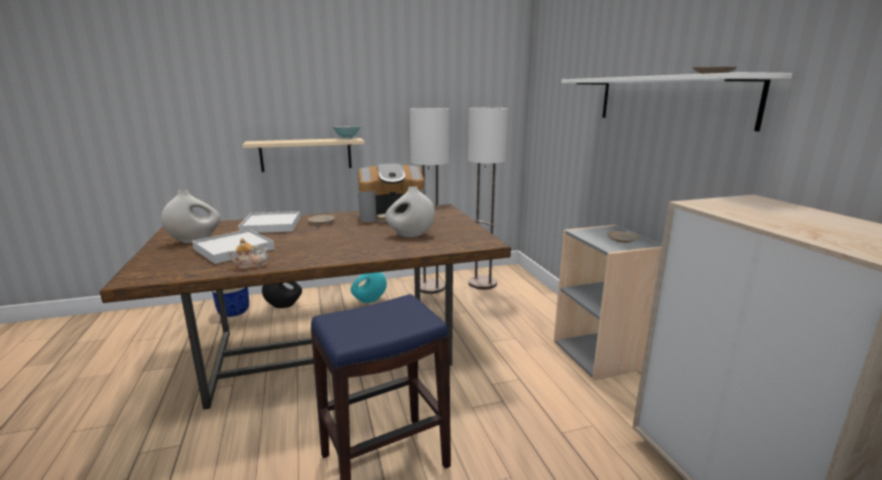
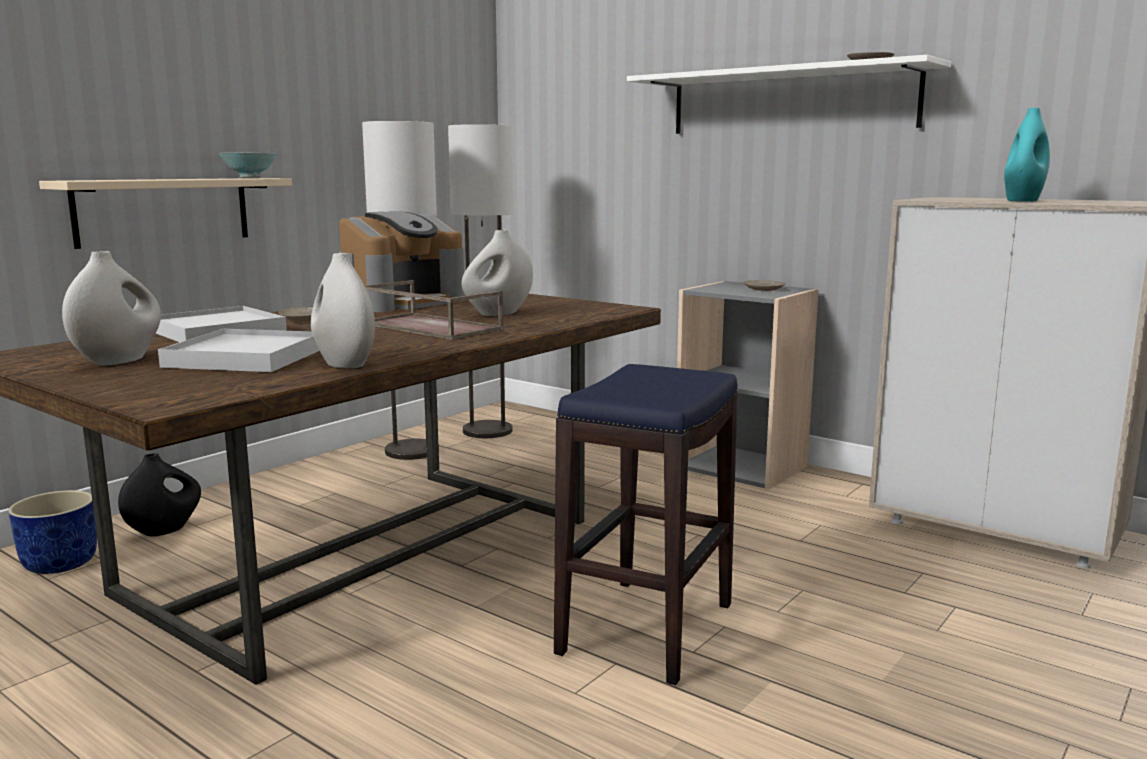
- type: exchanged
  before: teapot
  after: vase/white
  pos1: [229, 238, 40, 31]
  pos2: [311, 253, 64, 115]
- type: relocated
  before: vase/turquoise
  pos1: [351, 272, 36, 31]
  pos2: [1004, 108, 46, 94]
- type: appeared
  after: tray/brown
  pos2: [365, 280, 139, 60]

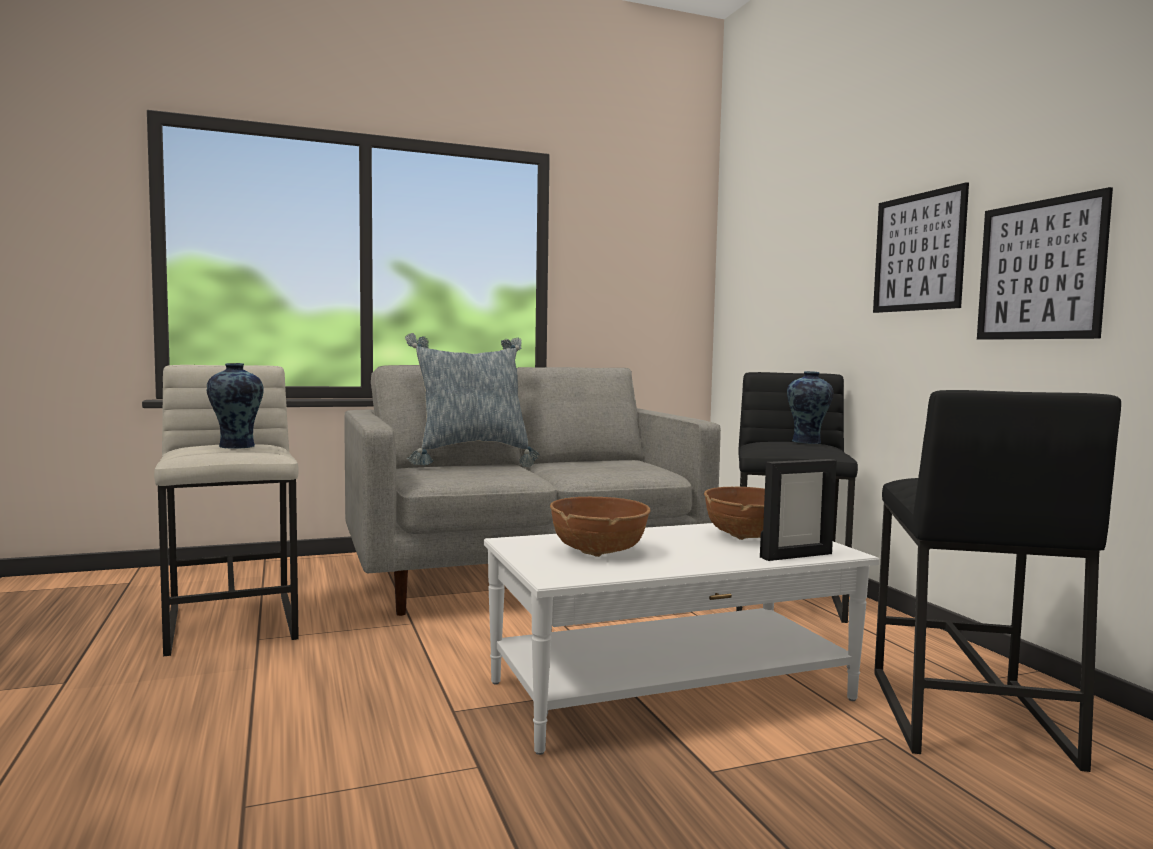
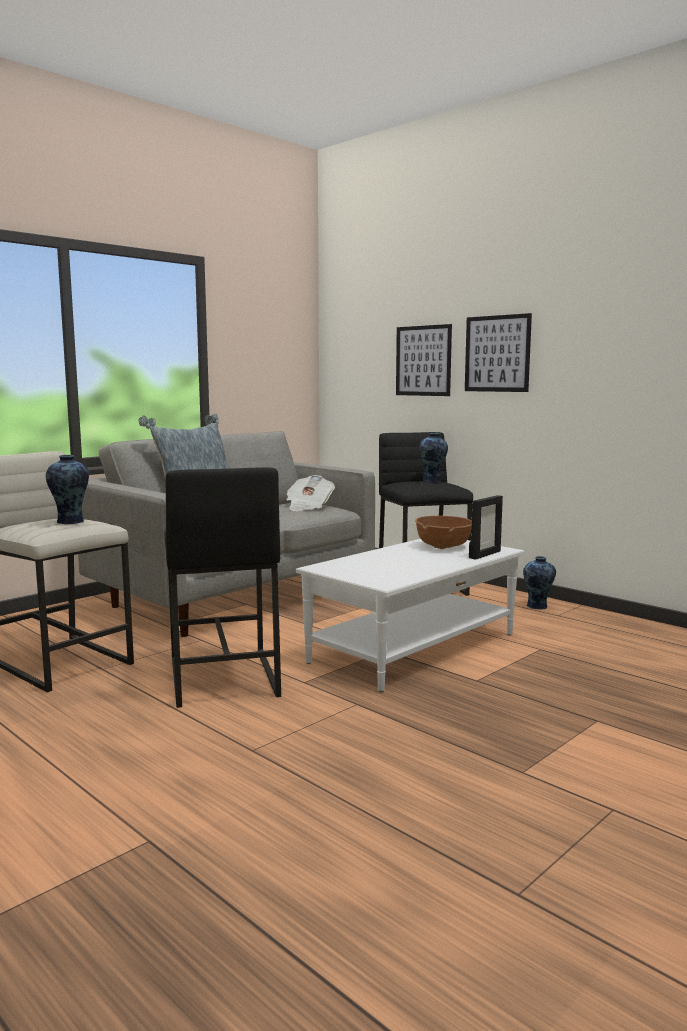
- type: relocated
  before: picture
  pos1: [977, 187, 136, 153]
  pos2: [396, 324, 56, 72]
- type: relocated
  before: stool/black
  pos1: [874, 390, 247, 382]
  pos2: [164, 468, 117, 240]
- type: missing
  before: bowl/brown
  pos1: [550, 497, 100, 60]
- type: appeared
  after: newspaper
  pos2: [286, 475, 49, 36]
- type: appeared
  after: vase
  pos2: [523, 556, 33, 54]

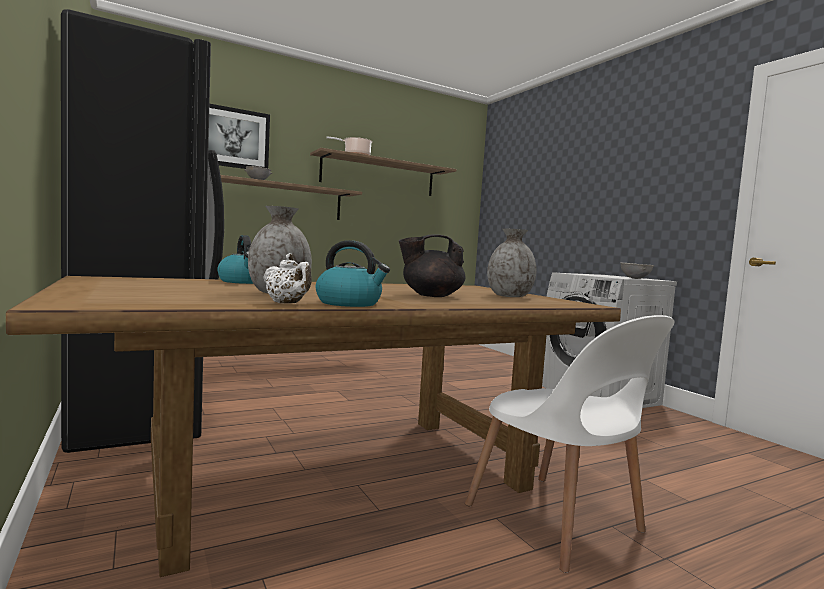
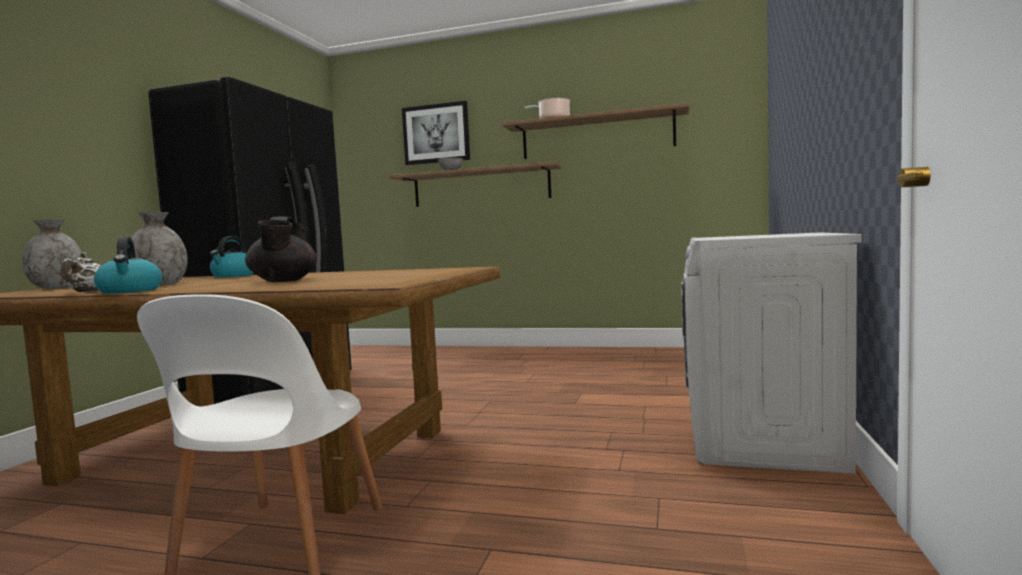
- type: relocated
  before: vase/grey
  pos1: [487, 229, 49, 68]
  pos2: [22, 219, 60, 70]
- type: spun
  before: teapot/black
  pos1: [399, 234, 66, 63]
  pos2: [245, 217, 72, 65]
  turn: -135
- type: missing
  before: bowl/grey
  pos1: [620, 262, 34, 17]

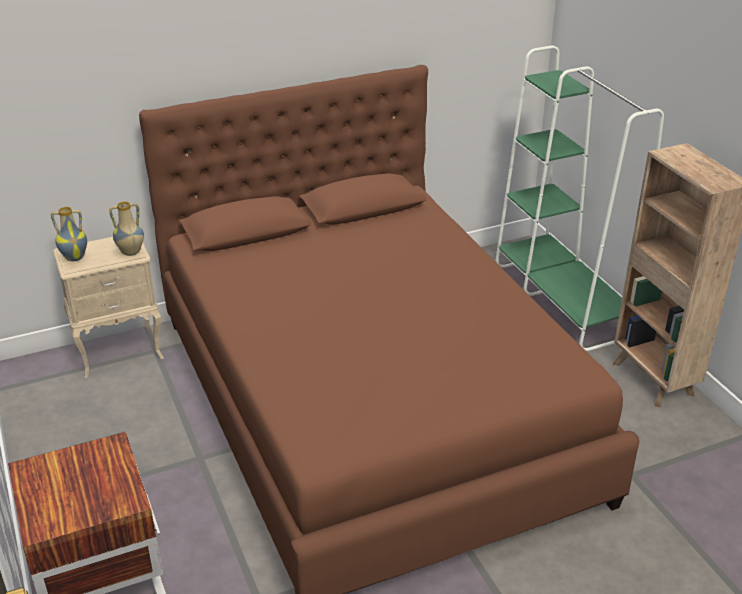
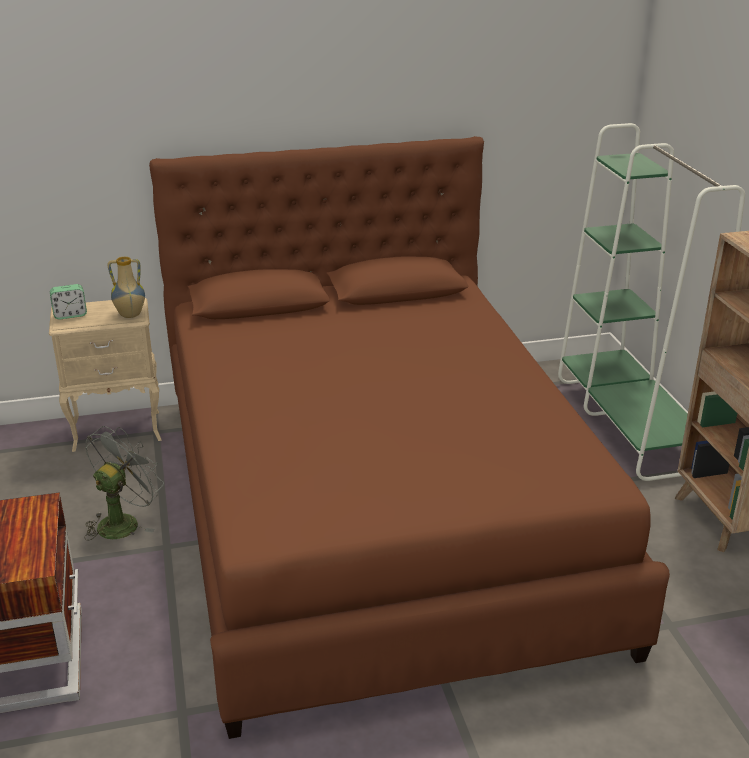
- type: exchanged
  before: vase
  after: alarm clock
  pos1: [51, 207, 36, 54]
  pos2: [50, 284, 37, 36]
- type: appeared
  after: fan/grey
  pos2: [84, 426, 80, 115]

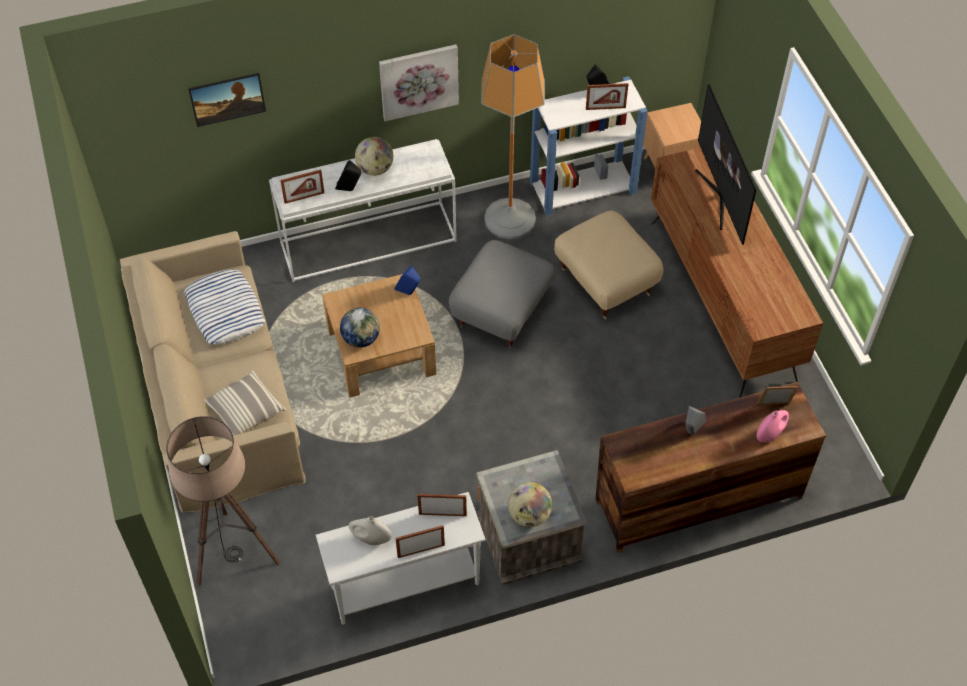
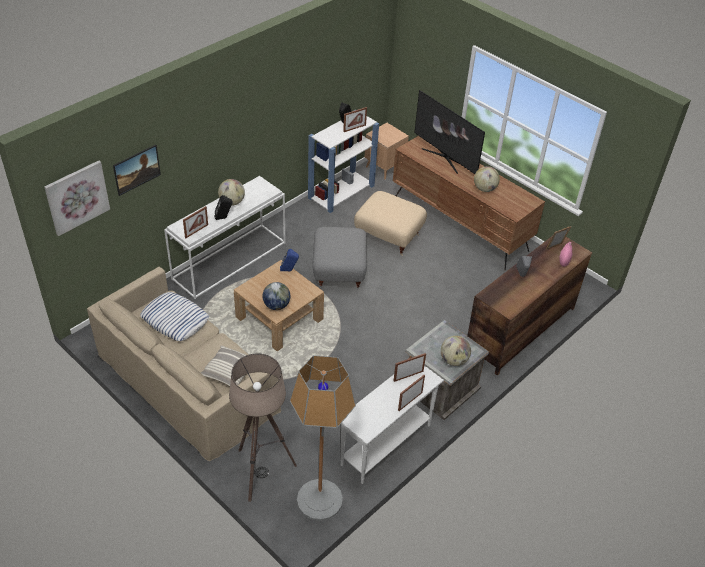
- type: relocated
  before: floor lamp
  pos1: [481, 34, 64, 205]
  pos2: [290, 355, 66, 166]
- type: relocated
  before: picture
  pos1: [379, 44, 80, 77]
  pos2: [44, 161, 66, 75]
- type: missing
  before: vase/white
  pos1: [349, 516, 43, 29]
- type: appeared
  after: globe
  pos2: [474, 166, 26, 26]

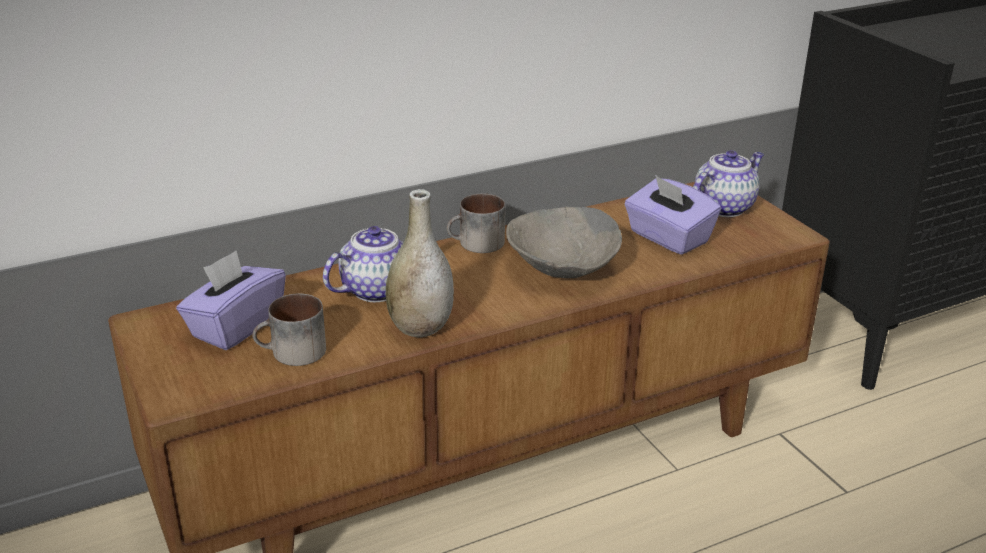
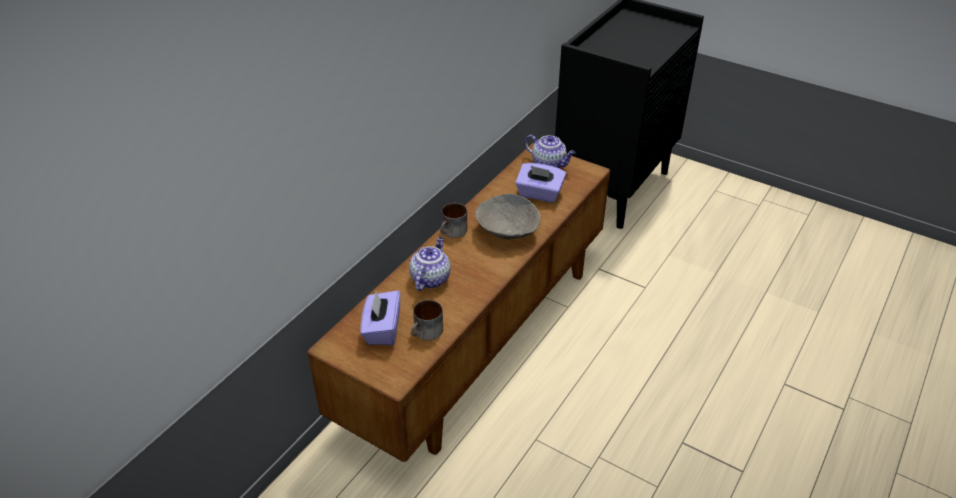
- type: spun
  before: teapot
  pos1: [693, 150, 71, 67]
  pos2: [525, 135, 51, 33]
  turn: 105
- type: missing
  before: vase/grey
  pos1: [386, 189, 68, 149]

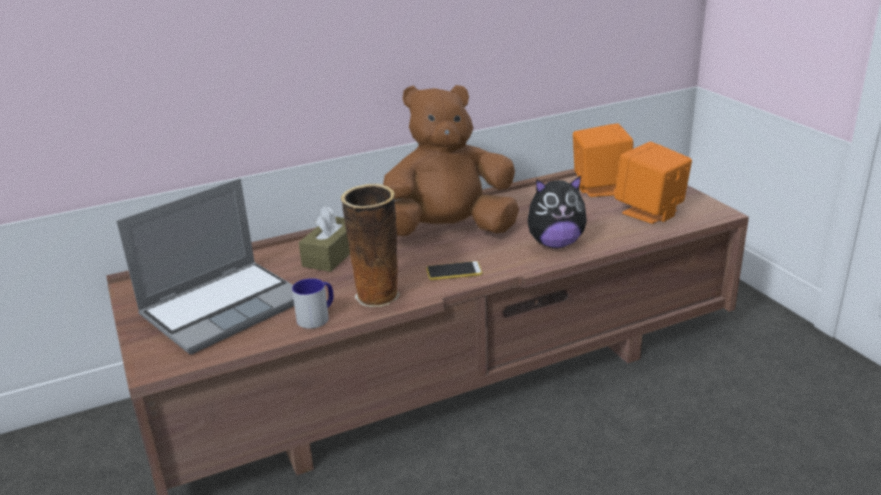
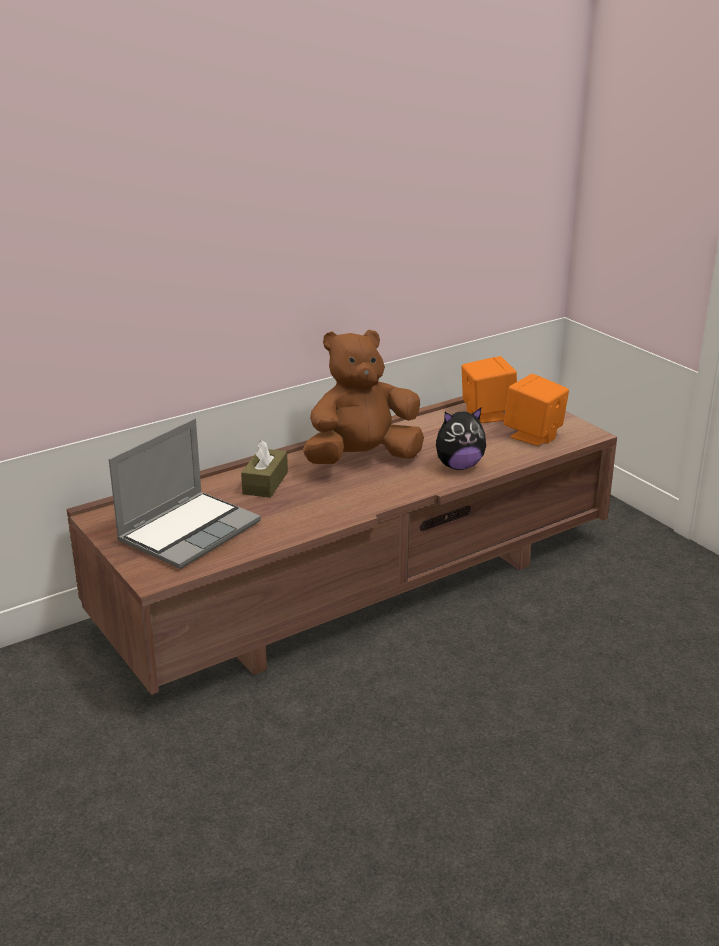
- type: missing
  before: vase
  pos1: [341, 184, 59, 123]
- type: missing
  before: phone
  pos1: [426, 261, 56, 19]
- type: missing
  before: mug
  pos1: [292, 278, 42, 51]

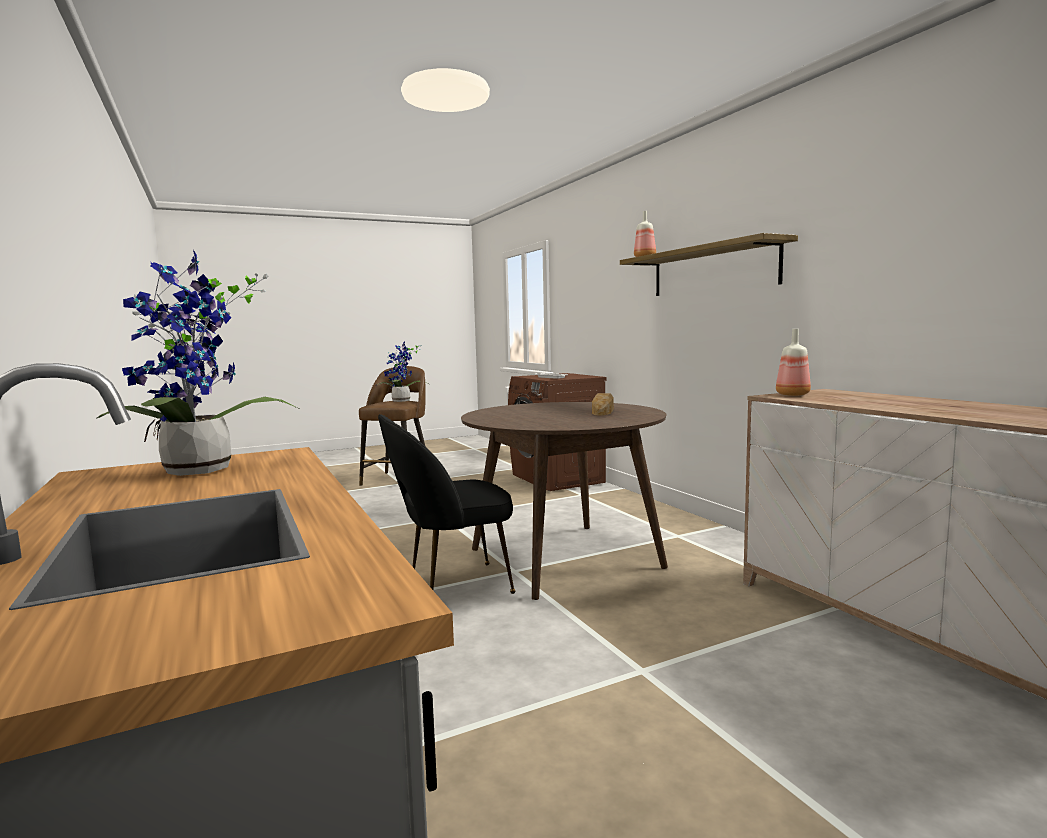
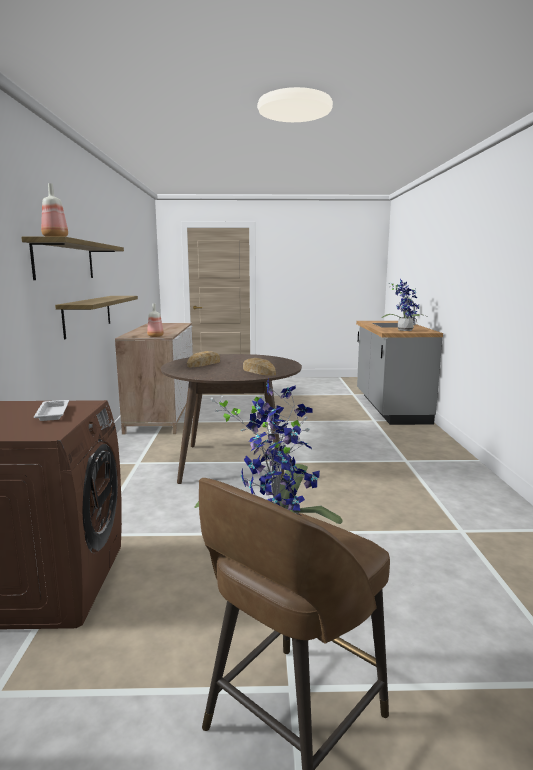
- type: missing
  before: chair/black
  pos1: [378, 414, 137, 180]
- type: appeared
  after: shelf
  pos2: [55, 296, 83, 44]
- type: appeared
  after: bread
  pos2: [243, 358, 33, 18]

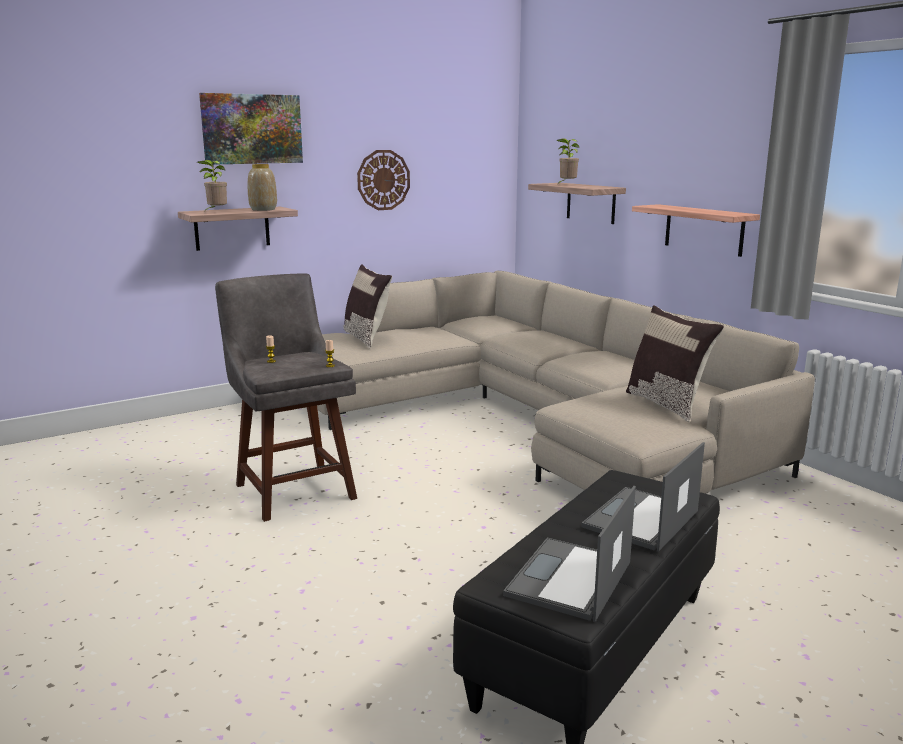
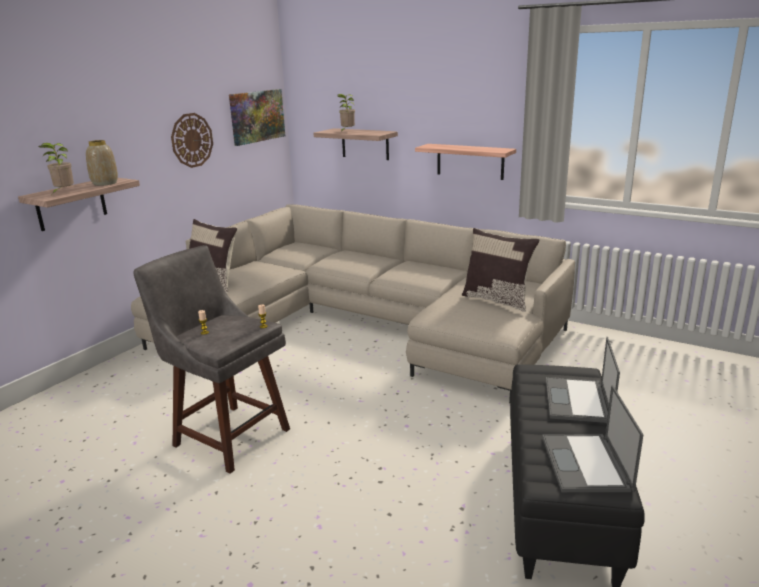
- type: relocated
  before: picture
  pos1: [199, 93, 104, 72]
  pos2: [229, 89, 56, 57]

